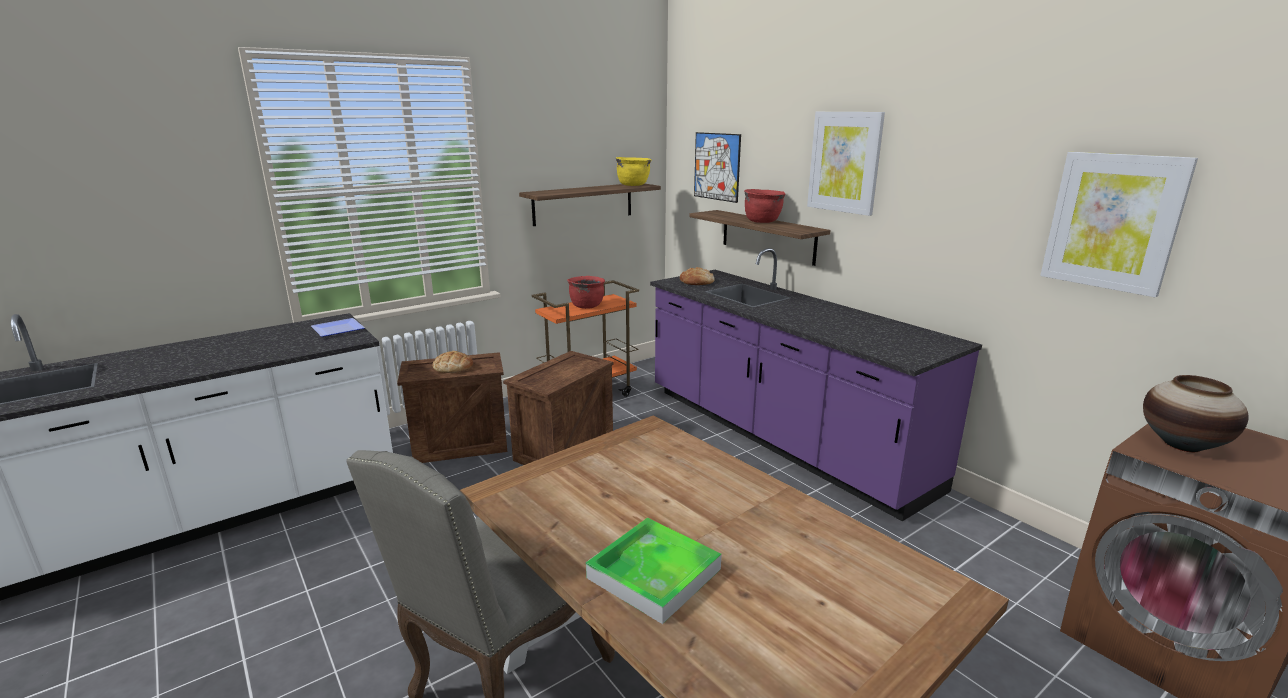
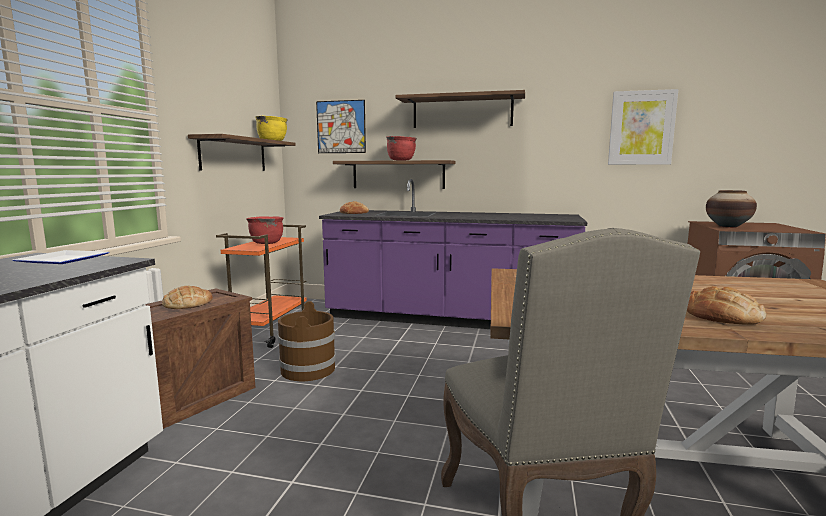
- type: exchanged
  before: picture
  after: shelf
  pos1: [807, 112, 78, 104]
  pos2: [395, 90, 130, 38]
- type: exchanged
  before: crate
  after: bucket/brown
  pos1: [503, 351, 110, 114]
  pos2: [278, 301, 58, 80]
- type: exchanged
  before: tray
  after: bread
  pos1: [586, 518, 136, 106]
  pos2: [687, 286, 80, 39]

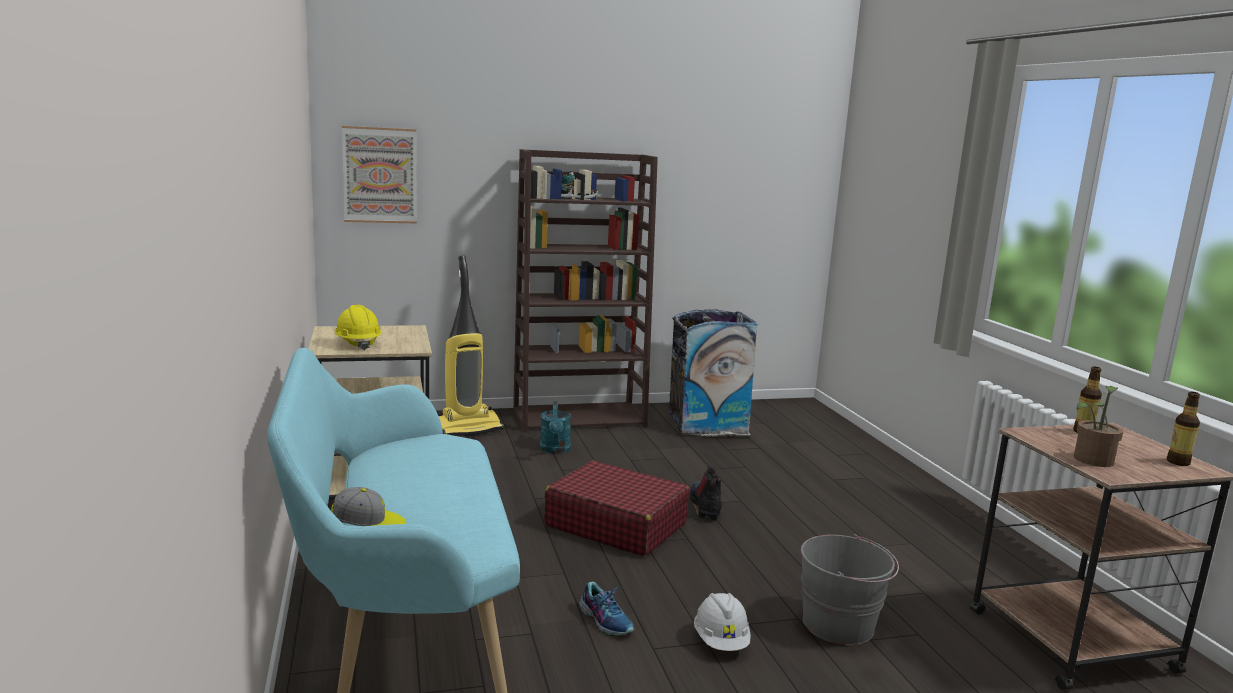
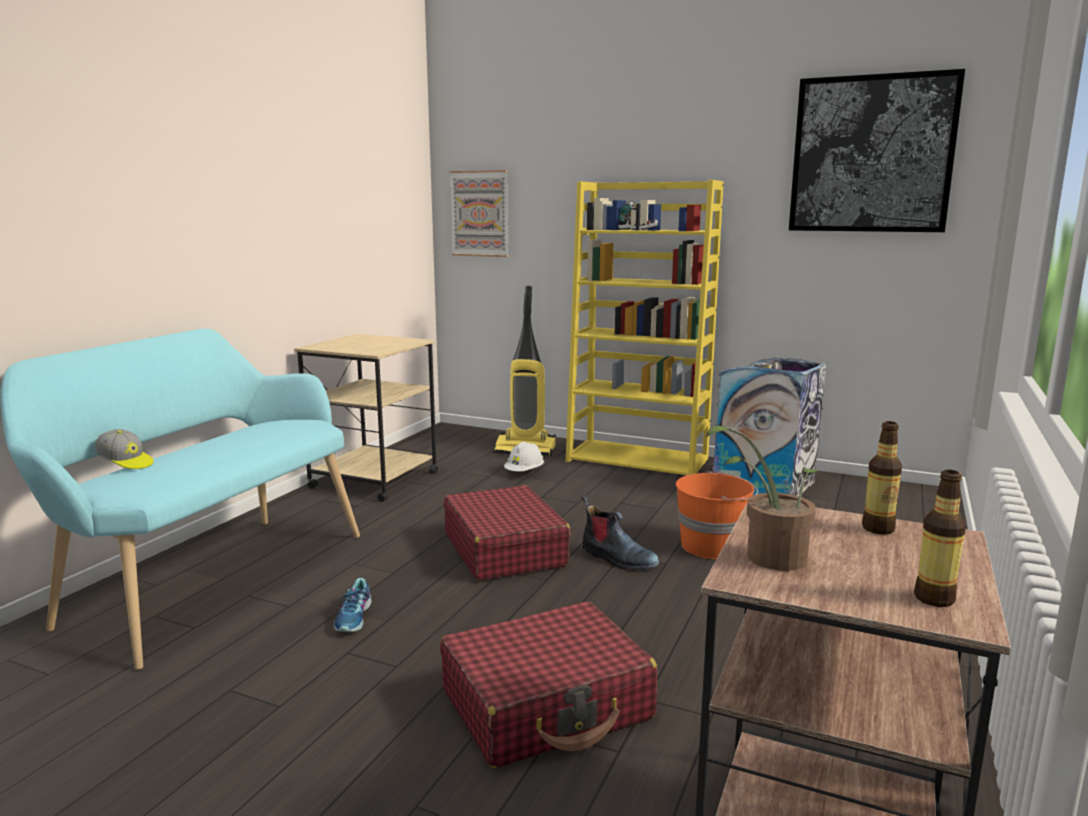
- type: colour
  before: bookcase/brown
  after: bookcase/yellow
  pos1: [513, 149, 145, 283]
  pos2: [566, 180, 158, 295]
- type: missing
  before: hard hat/yellow
  pos1: [335, 305, 47, 46]
- type: missing
  before: watering can/turquoise
  pos1: [540, 401, 31, 53]
- type: spun
  before: boot
  pos1: [690, 465, 32, 56]
  pos2: [581, 495, 79, 76]
  turn: 90
- type: exchanged
  before: bucket/grey
  after: suitcase/red
  pos1: [801, 534, 98, 111]
  pos2: [440, 602, 217, 166]
- type: relocated
  before: hard hat/white
  pos1: [694, 593, 57, 58]
  pos2: [504, 442, 40, 30]
- type: appeared
  after: picture
  pos2: [789, 69, 176, 163]
- type: appeared
  after: bucket/orange
  pos2: [676, 470, 82, 89]

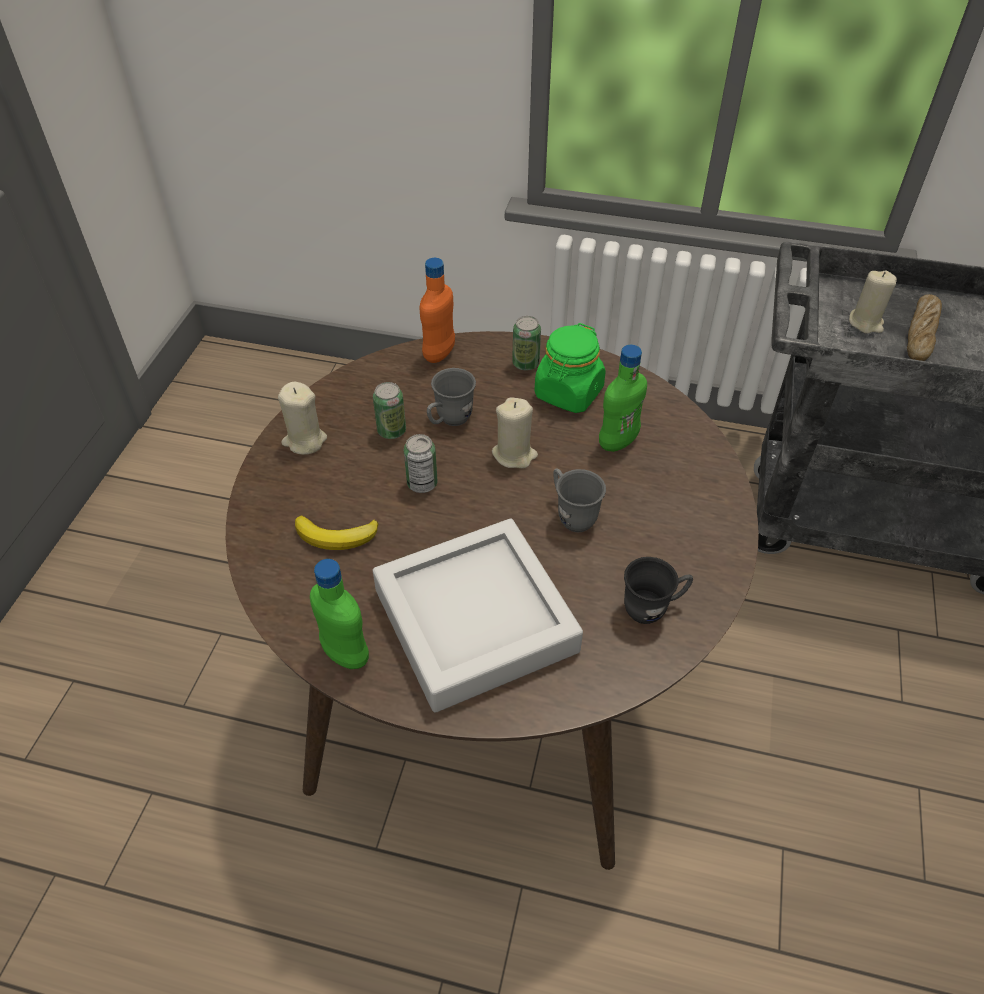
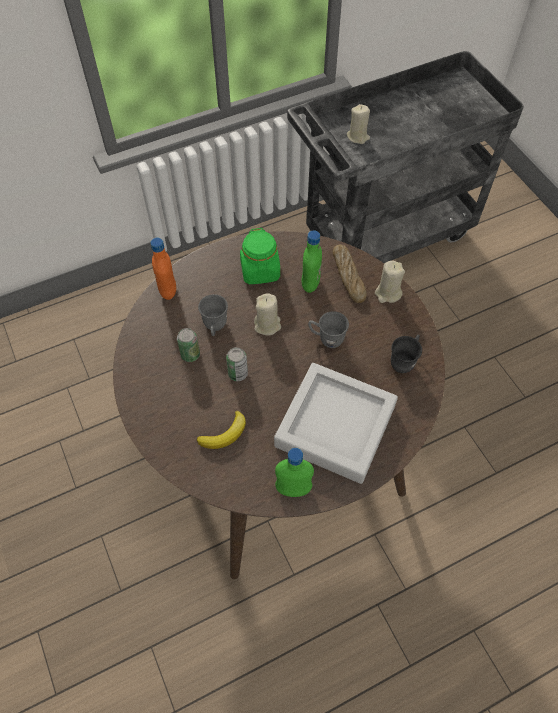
- type: relocated
  before: bread
  pos1: [907, 294, 35, 67]
  pos2: [333, 245, 34, 58]
- type: missing
  before: can
  pos1: [512, 316, 29, 54]
- type: relocated
  before: candle/beige
  pos1: [278, 381, 49, 74]
  pos2: [375, 261, 30, 42]

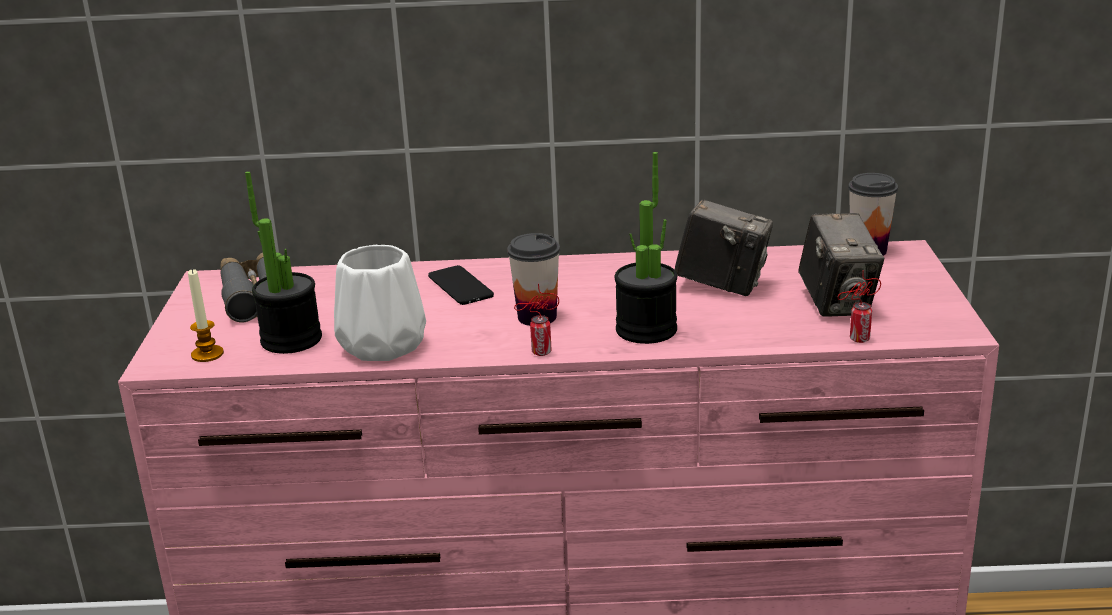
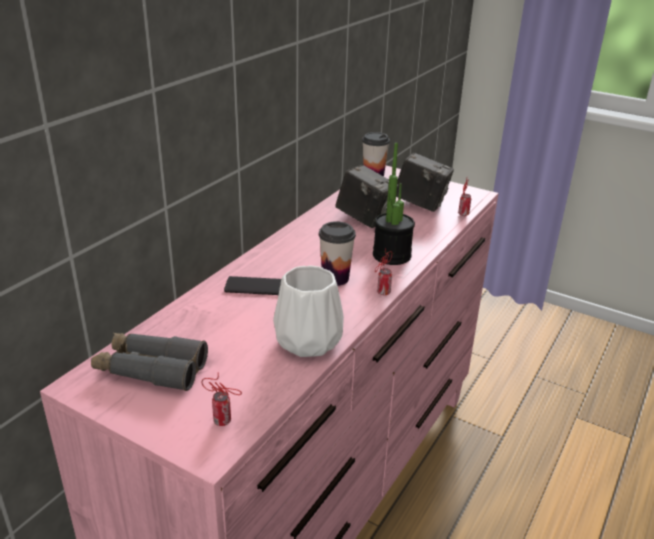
- type: missing
  before: potted plant
  pos1: [245, 171, 77, 183]
- type: spun
  before: photo camera
  pos1: [675, 199, 98, 97]
  pos2: [335, 165, 64, 63]
  turn: 75
- type: exchanged
  before: candle
  after: can
  pos1: [188, 269, 36, 93]
  pos2: [202, 372, 40, 54]

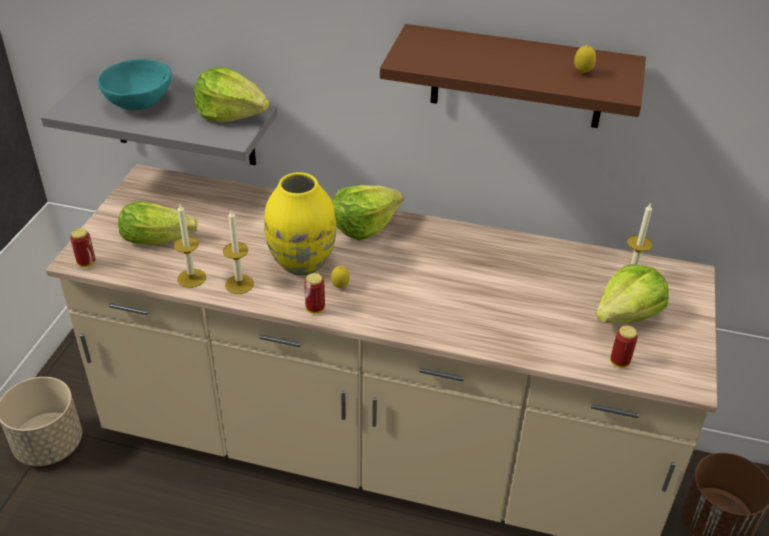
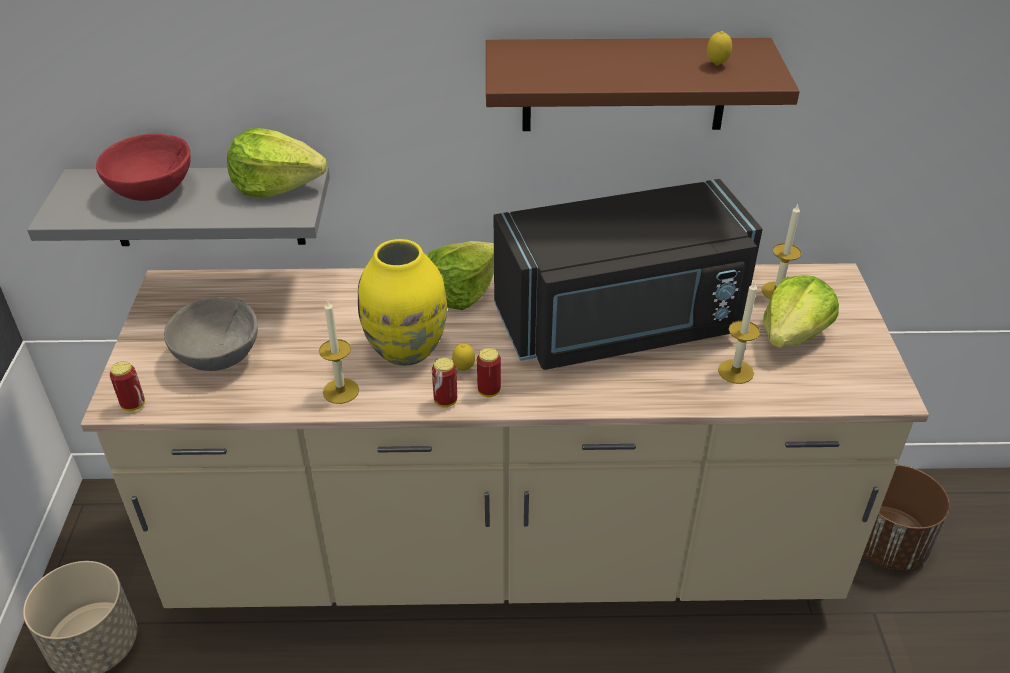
- type: colour
  before: bowl/turquoise
  after: bowl/red
  pos1: [98, 59, 73, 51]
  pos2: [96, 134, 94, 67]
- type: exchanged
  before: lettuce
  after: bowl/grey
  pos1: [118, 202, 80, 43]
  pos2: [164, 297, 94, 74]
- type: relocated
  before: candle
  pos1: [174, 204, 32, 84]
  pos2: [718, 280, 42, 104]
- type: relocated
  before: can
  pos1: [610, 326, 28, 42]
  pos2: [477, 348, 24, 49]
- type: appeared
  after: microwave/black
  pos2: [494, 179, 269, 191]

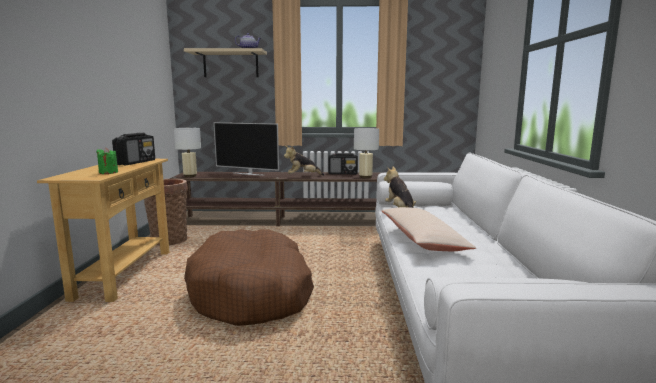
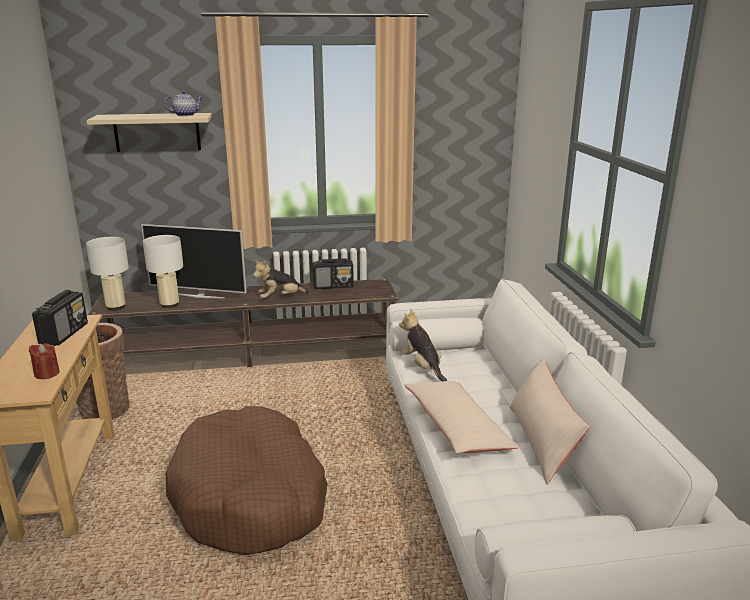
- type: relocated
  before: table lamp/white
  pos1: [354, 128, 25, 50]
  pos2: [143, 235, 40, 73]
- type: colour
  before: candle/green
  after: candle/red
  pos1: [97, 148, 21, 26]
  pos2: [29, 343, 31, 36]
- type: appeared
  after: pillow/beige
  pos2: [509, 359, 81, 126]

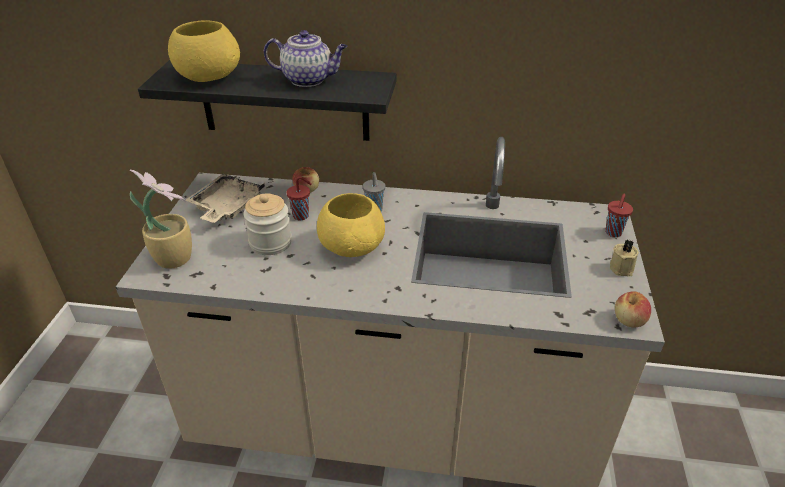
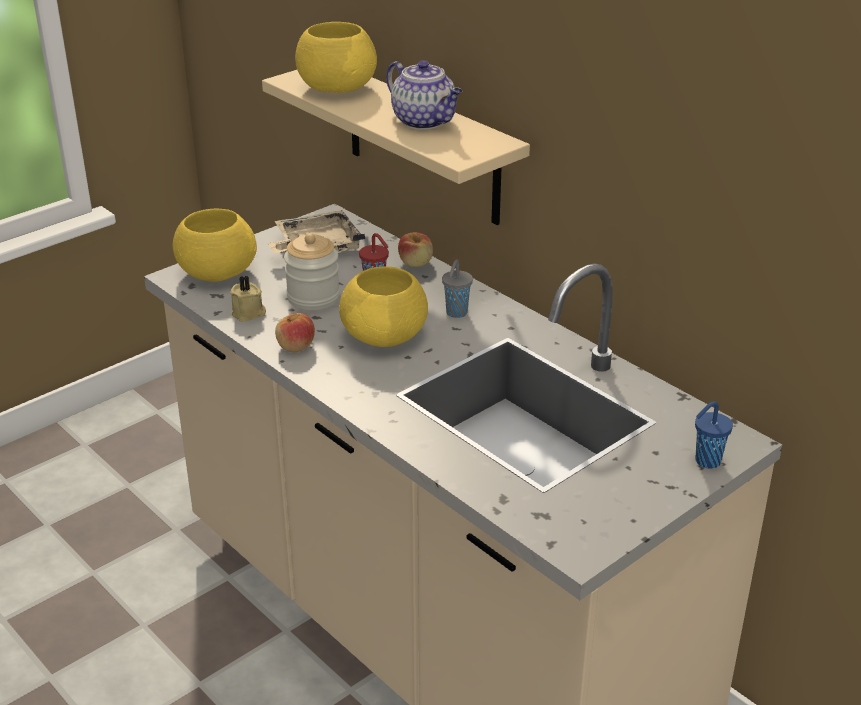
- type: colour
  before: shelf/black
  after: shelf/beige
  pos1: [138, 60, 259, 81]
  pos2: [262, 70, 268, 155]
- type: exchanged
  before: potted plant
  after: bowl/yellow
  pos1: [129, 170, 63, 99]
  pos2: [173, 209, 84, 73]
- type: colour
  before: cup/red
  after: cup/blue
  pos1: [605, 194, 28, 43]
  pos2: [695, 401, 38, 68]
- type: relocated
  before: candle/beige
  pos1: [610, 240, 29, 37]
  pos2: [230, 276, 36, 46]
- type: relocated
  before: apple
  pos1: [615, 291, 36, 36]
  pos2: [275, 313, 40, 39]

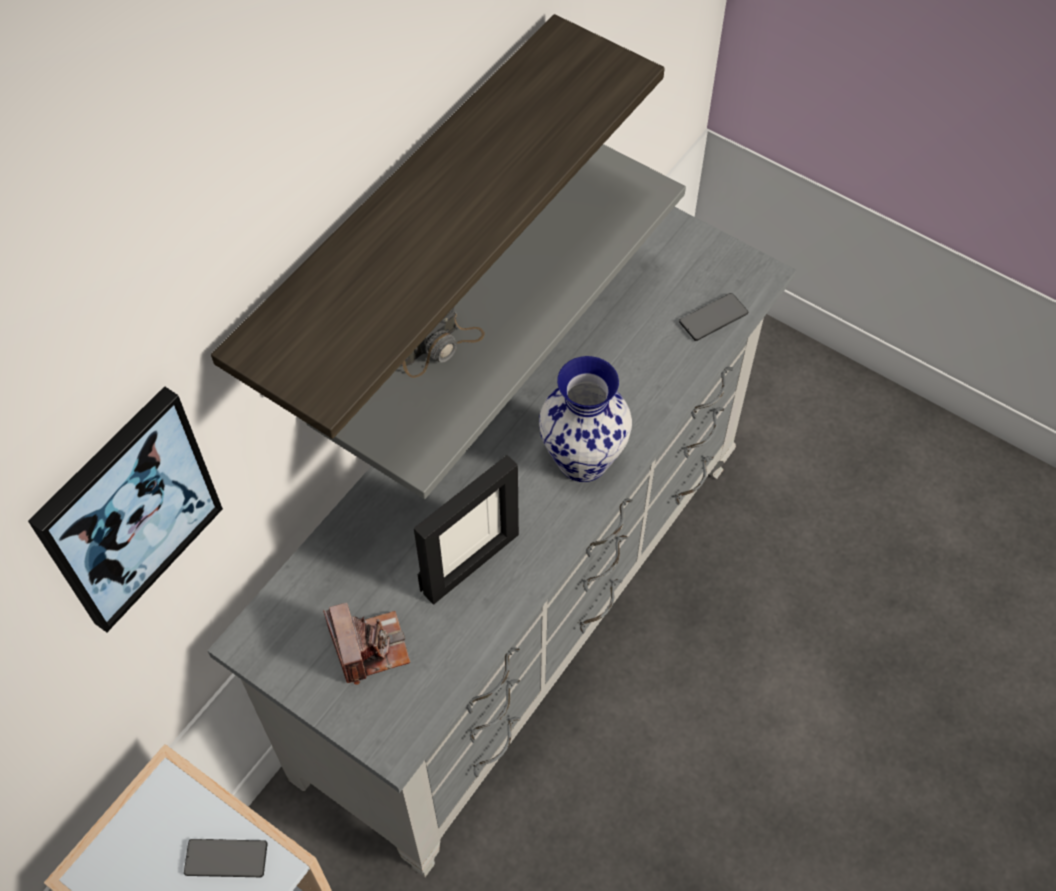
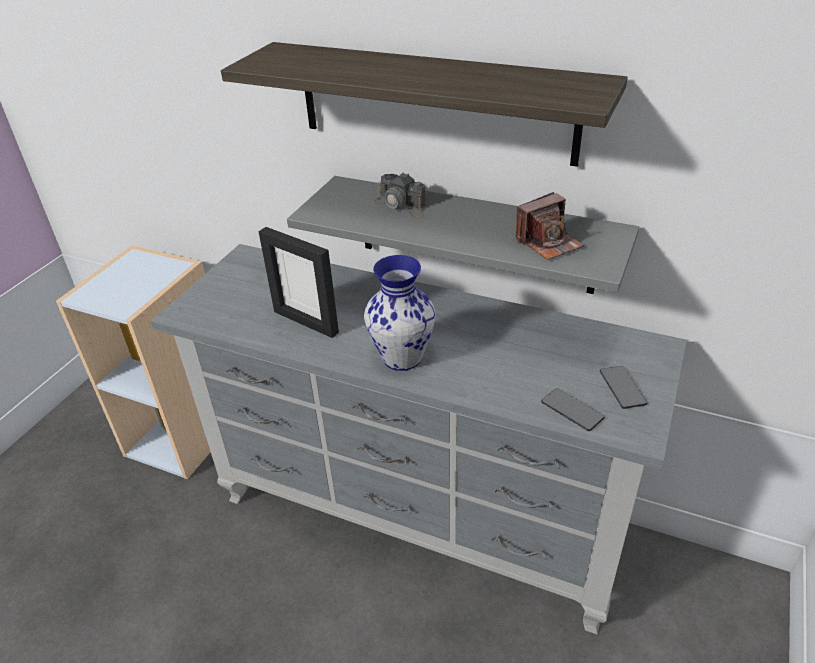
- type: missing
  before: picture
  pos1: [28, 386, 195, 246]
- type: relocated
  before: photo camera
  pos1: [323, 603, 87, 82]
  pos2: [515, 192, 69, 68]
- type: relocated
  before: phone
  pos1: [184, 839, 83, 38]
  pos2: [600, 366, 47, 43]

